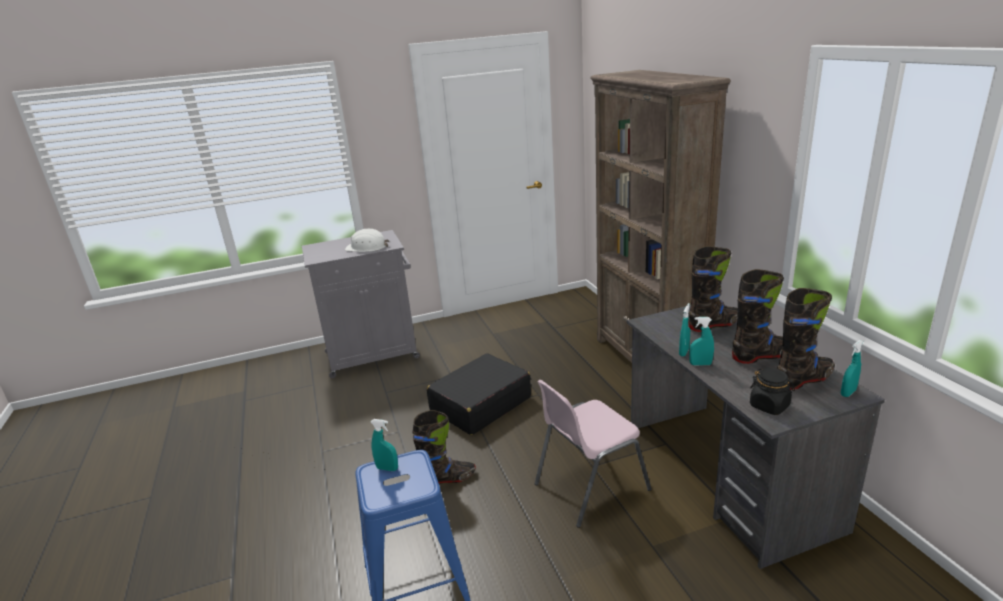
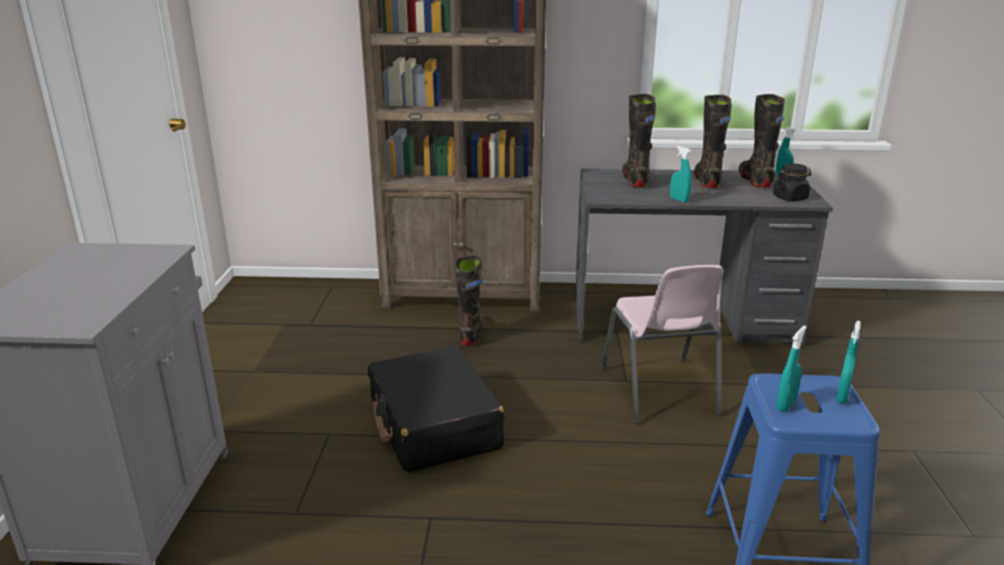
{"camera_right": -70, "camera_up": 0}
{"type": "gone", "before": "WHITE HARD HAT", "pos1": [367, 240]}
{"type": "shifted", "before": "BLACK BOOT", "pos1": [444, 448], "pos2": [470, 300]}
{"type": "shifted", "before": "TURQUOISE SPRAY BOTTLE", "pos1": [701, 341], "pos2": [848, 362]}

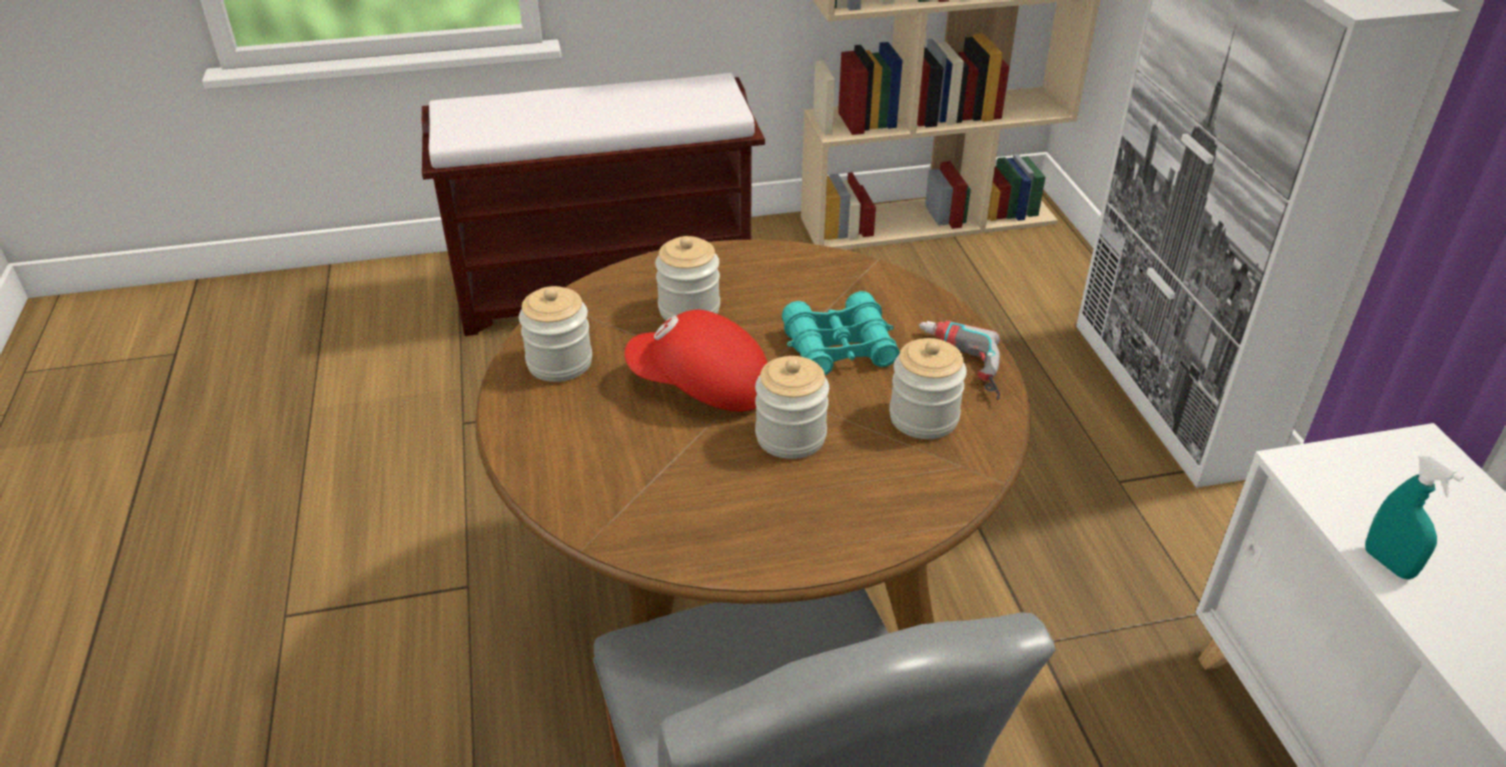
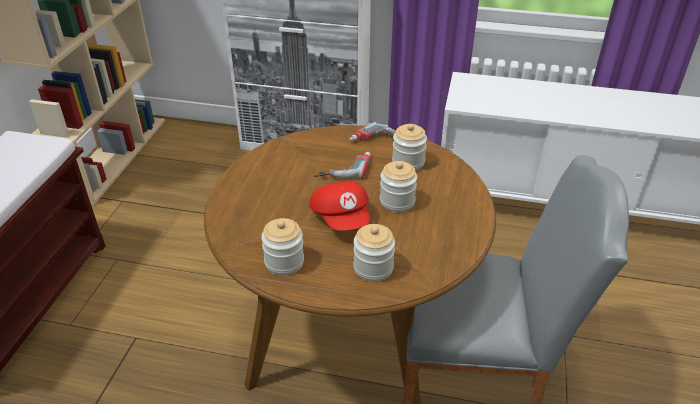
{"camera_right": -65, "camera_up": 0}
{"type": "gone", "before": "TURQUOISE SPRAY BOTTLE", "pos1": [1414, 517]}
{"type": "shifted", "before": "JAR", "pos1": [687, 278], "pos2": [374, 253]}
{"type": "swapped", "before": "TURQUOISE BINOCULARS", "after": "POWER DRILL", "pos1": [841, 333], "pos2": [342, 165]}
{"type": "rotated", "before": "RED CAP", "pos1": [696, 361], "pos2": [339, 206], "turn": -60}

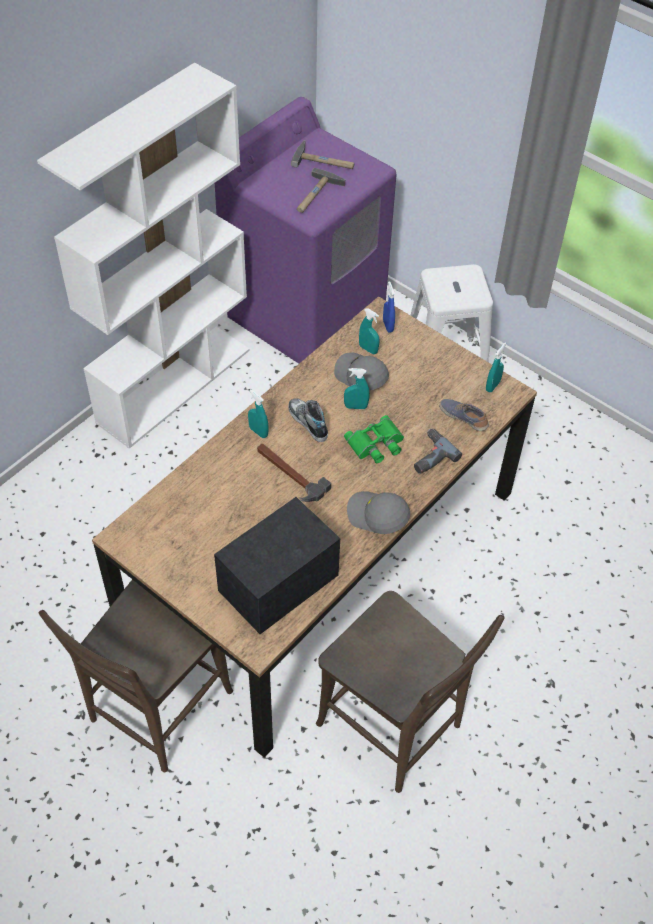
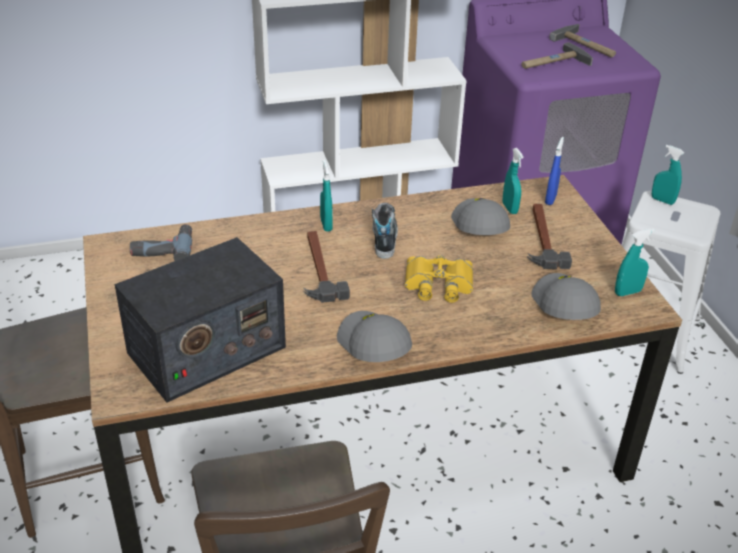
{"camera_right": 35, "camera_up": -15}
{"type": "new", "after": "HAMMER", "pos2": [549, 236]}
{"type": "shifted", "before": "TURQUOISE SPRAY BOTTLE", "pos1": [356, 388], "pos2": [668, 175]}
{"type": "shifted", "before": "POWER DRILL", "pos1": [438, 451], "pos2": [161, 242]}
{"type": "swapped", "before": "SHOE", "after": "GREY CAP", "pos1": [464, 415], "pos2": [566, 296]}
{"type": "repainted", "before": "GREEN BINOCULARS", "after": "YELLOW BINOCULARS", "pos1": [374, 439], "pos2": [439, 279]}
{"type": "rotated", "before": "RADIO", "pos1": [277, 565], "pos2": [200, 319], "turn": 150}

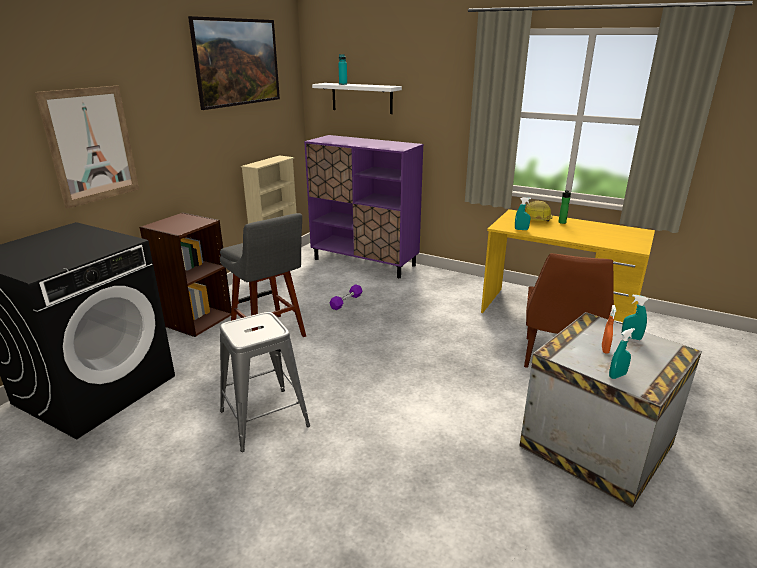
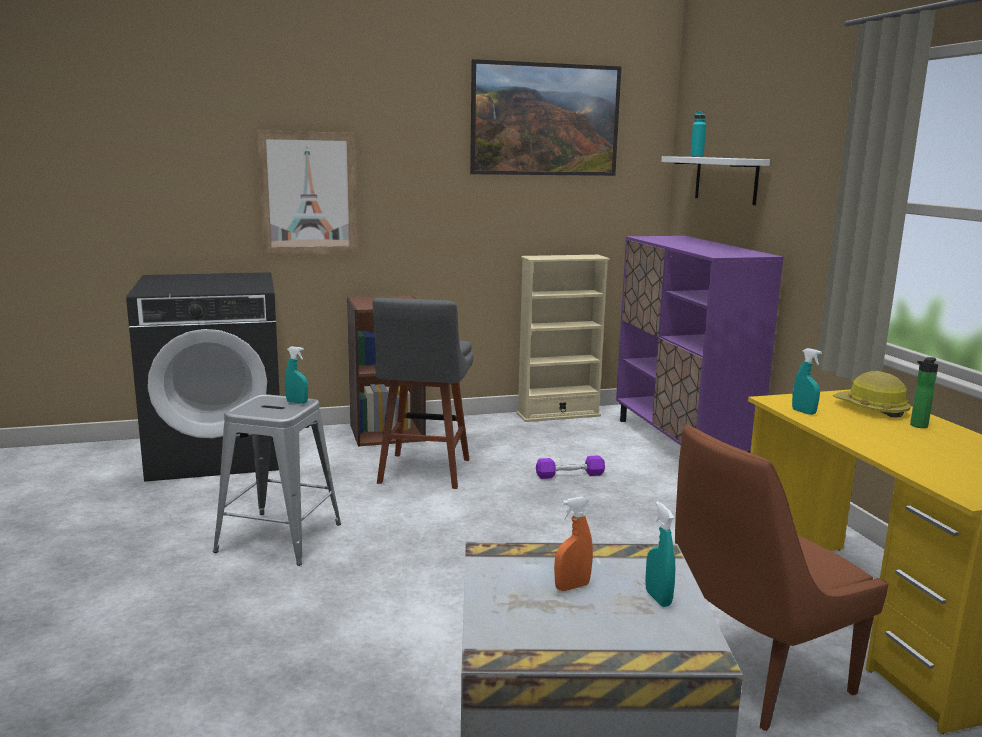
{"camera_right": 45, "camera_up": -10}
{"type": "shifted", "before": "TURQUOISE SPRAY BOTTLE", "pos1": [622, 353], "pos2": [296, 375]}

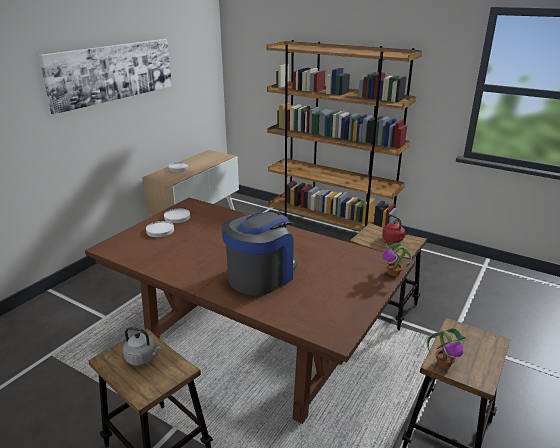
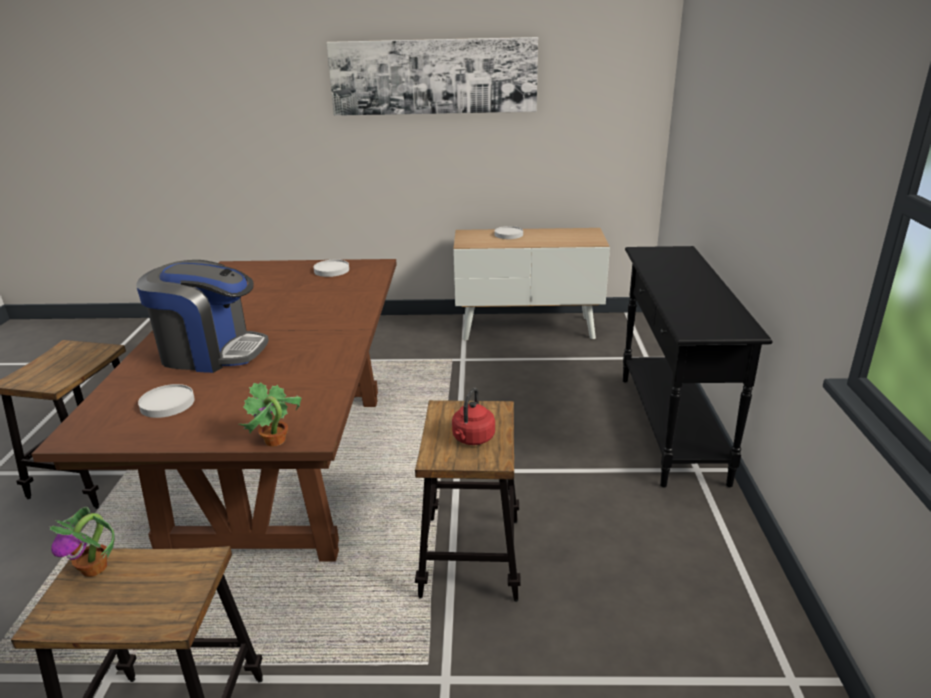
{"camera_right": 60, "camera_up": 0}
{"type": "gone", "before": "GREY KETTLE", "pos1": [142, 346]}
{"type": "shifted", "before": "WHITE PLATE", "pos1": [160, 229], "pos2": [166, 401]}
{"type": "swapped", "before": "BROWN BOOKCASE", "after": "BLACK CONSOLE TABLE", "pos1": [344, 135], "pos2": [698, 366]}

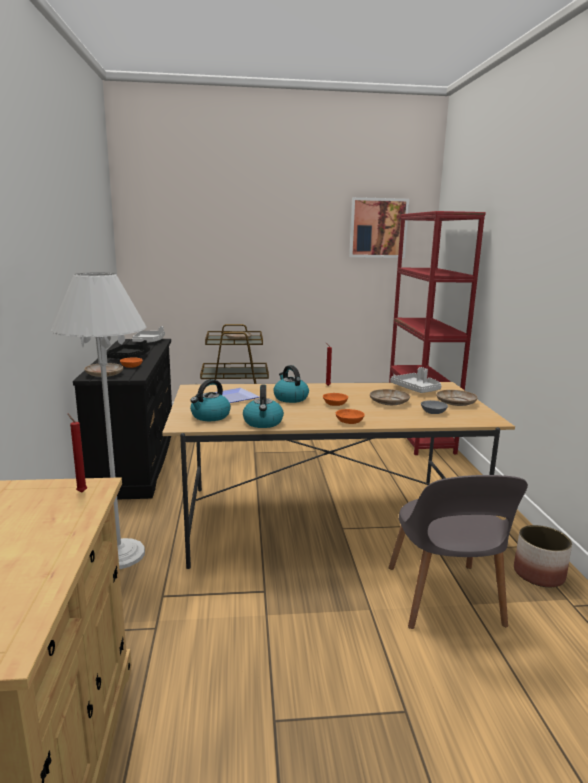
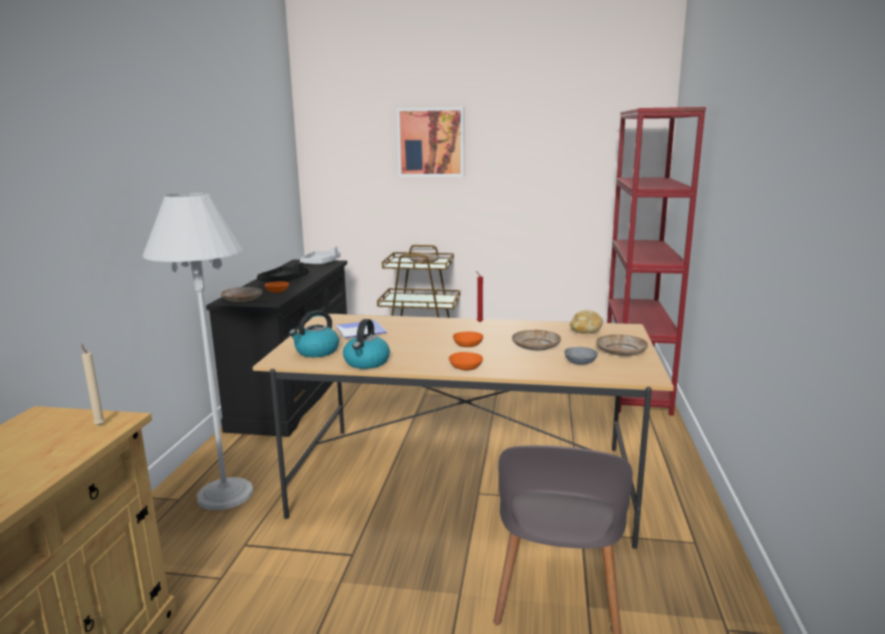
{"camera_right": 15, "camera_up": 0}
{"type": "gone", "before": "KETTLE", "pos1": [291, 384]}
{"type": "gone", "before": "PLANTER", "pos1": [543, 556]}
{"type": "shifted", "before": "PICTURE", "pos1": [379, 227], "pos2": [430, 142]}
{"type": "swapped", "before": "GREY TRAY", "after": "BREAD", "pos1": [415, 380], "pos2": [586, 321]}
{"type": "repainted", "before": "RED CANDLE", "after": "BEIGE CANDLE", "pos1": [77, 453], "pos2": [93, 385]}

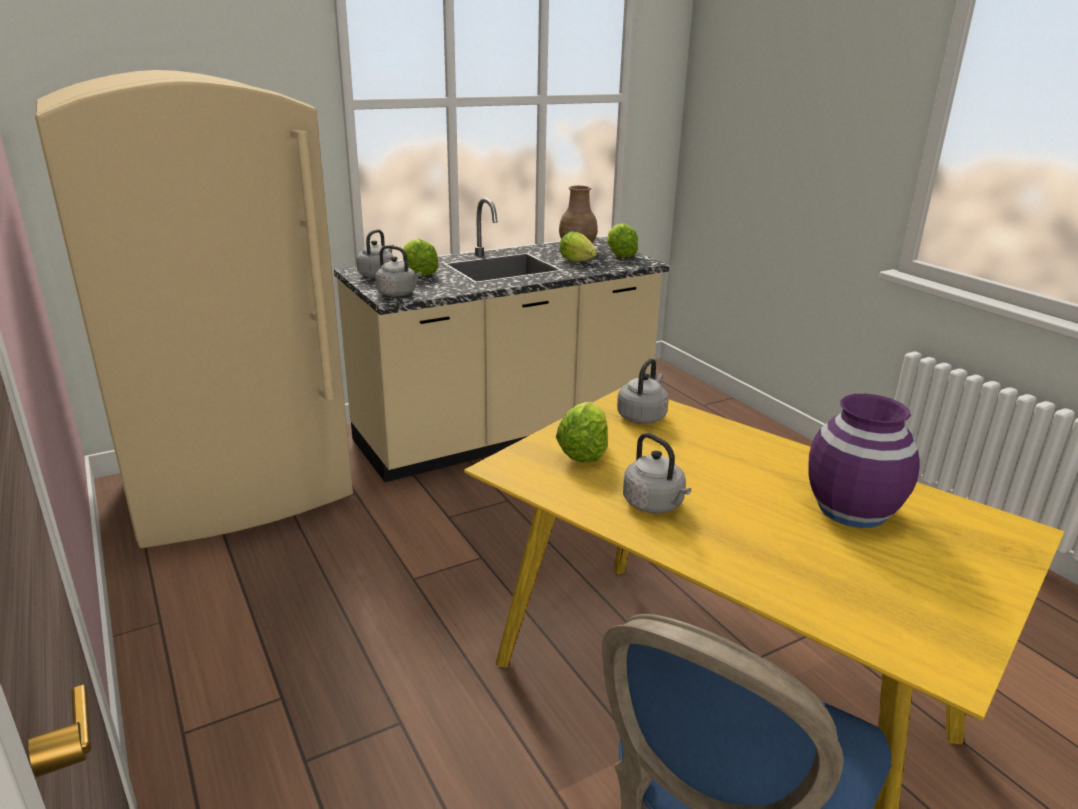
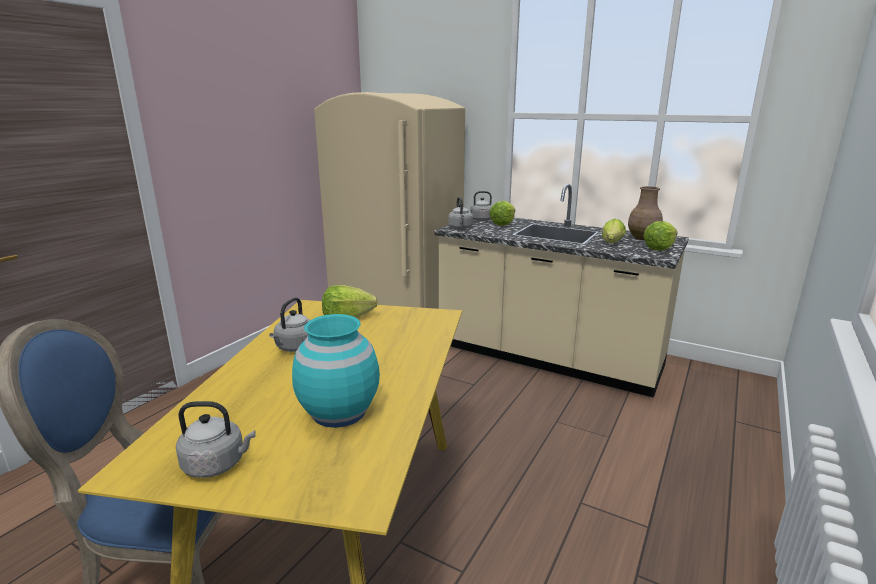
{"camera_right": 60, "camera_up": -5}
{"type": "shifted", "before": "GREY KETTLE", "pos1": [643, 391], "pos2": [215, 439]}
{"type": "repainted", "before": "PURPLE VASE", "after": "TURQUOISE VASE", "pos1": [864, 461], "pos2": [336, 371]}

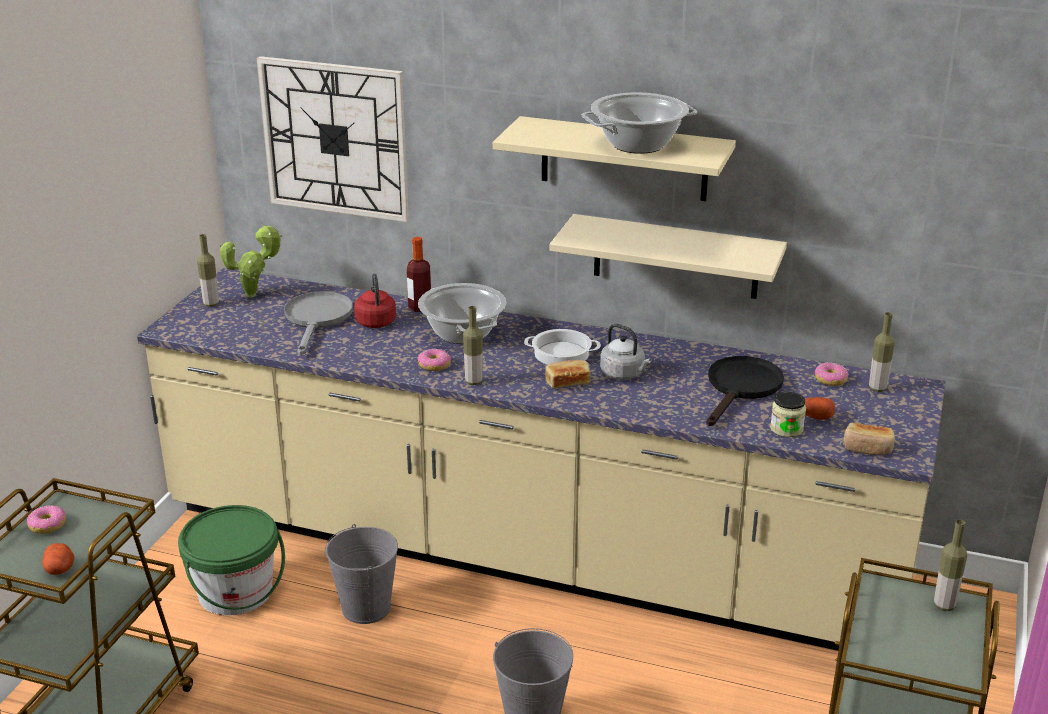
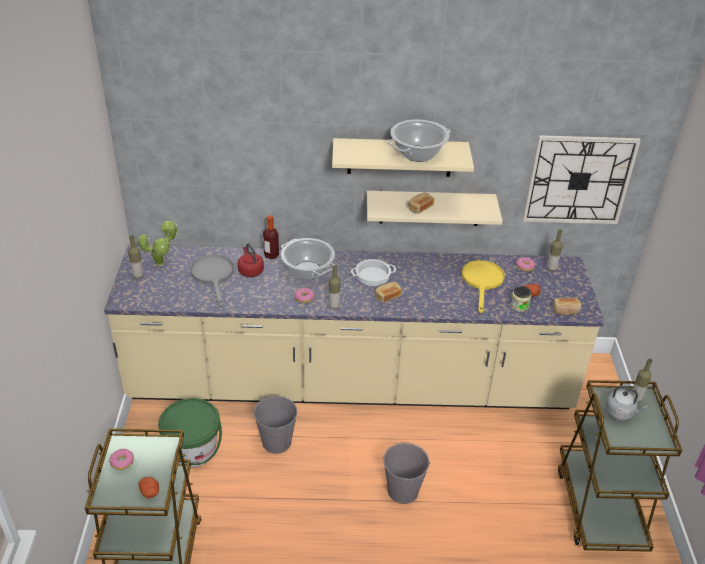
{"camera_right": -20, "camera_up": 10}
{"type": "new", "after": "BREAD", "pos2": [421, 203]}
{"type": "shifted", "before": "WALL CLOCK", "pos1": [333, 139], "pos2": [581, 179]}
{"type": "shifted", "before": "GREY KETTLE", "pos1": [625, 352], "pos2": [626, 403]}
{"type": "repainted", "before": "BLACK FRYING PAN", "after": "YELLOW FRYING PAN", "pos1": [745, 391], "pos2": [483, 286]}

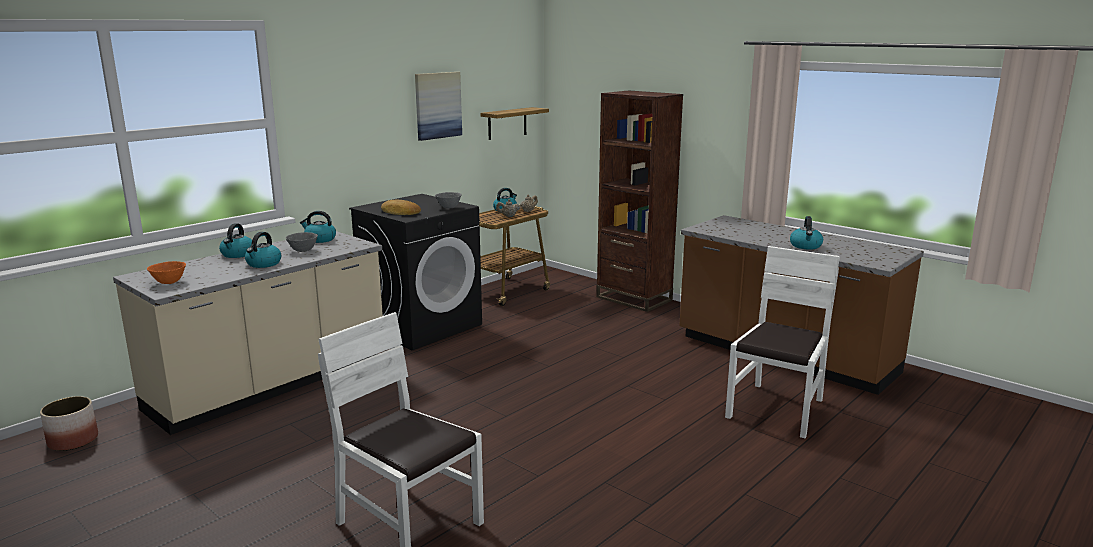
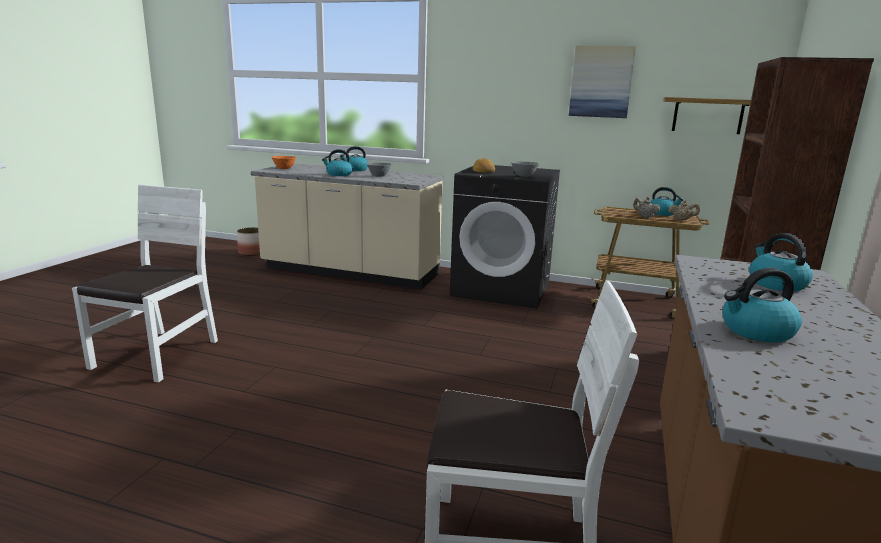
{"camera_right": 65, "camera_up": 0}
{"type": "shifted", "before": "KETTLE", "pos1": [318, 227], "pos2": [781, 262]}

